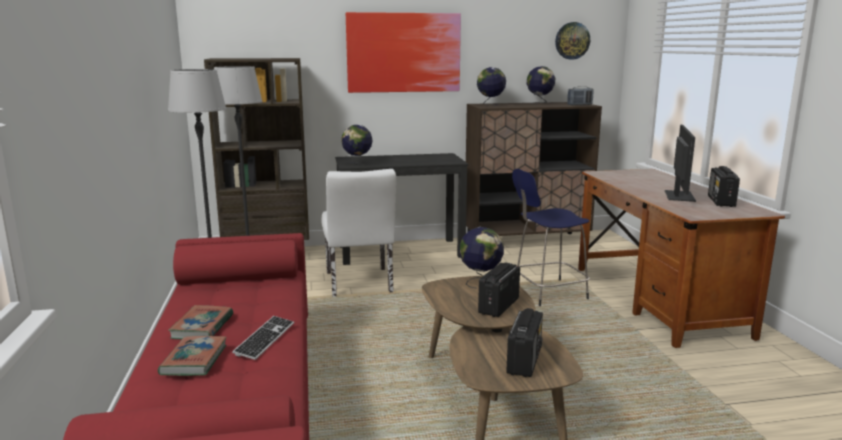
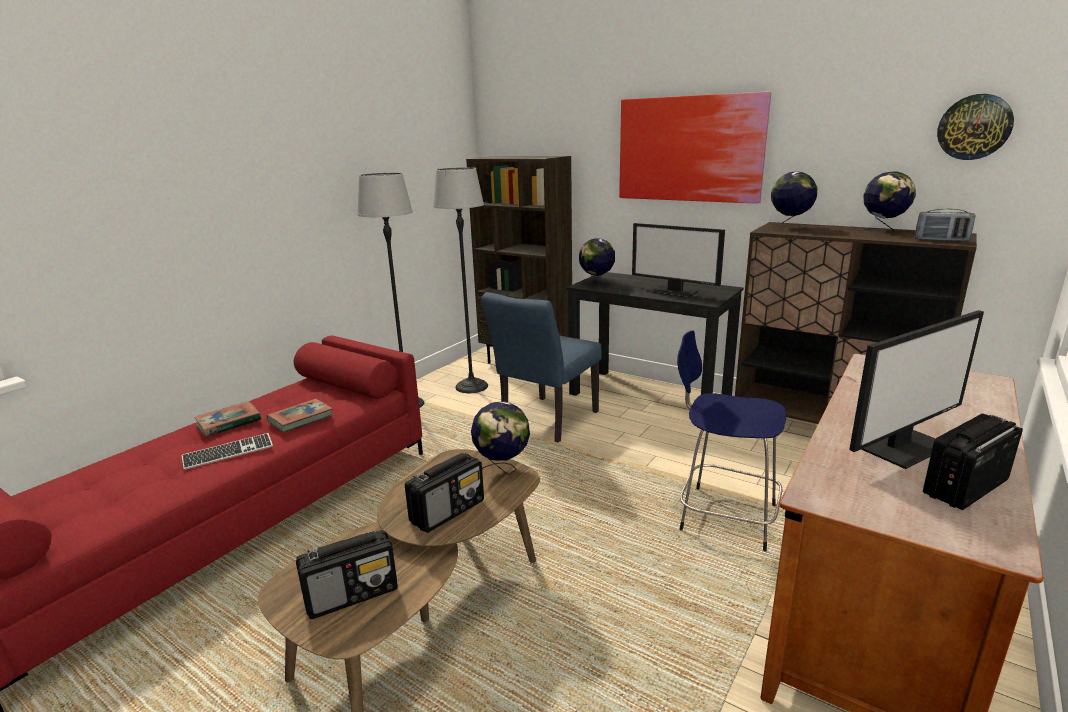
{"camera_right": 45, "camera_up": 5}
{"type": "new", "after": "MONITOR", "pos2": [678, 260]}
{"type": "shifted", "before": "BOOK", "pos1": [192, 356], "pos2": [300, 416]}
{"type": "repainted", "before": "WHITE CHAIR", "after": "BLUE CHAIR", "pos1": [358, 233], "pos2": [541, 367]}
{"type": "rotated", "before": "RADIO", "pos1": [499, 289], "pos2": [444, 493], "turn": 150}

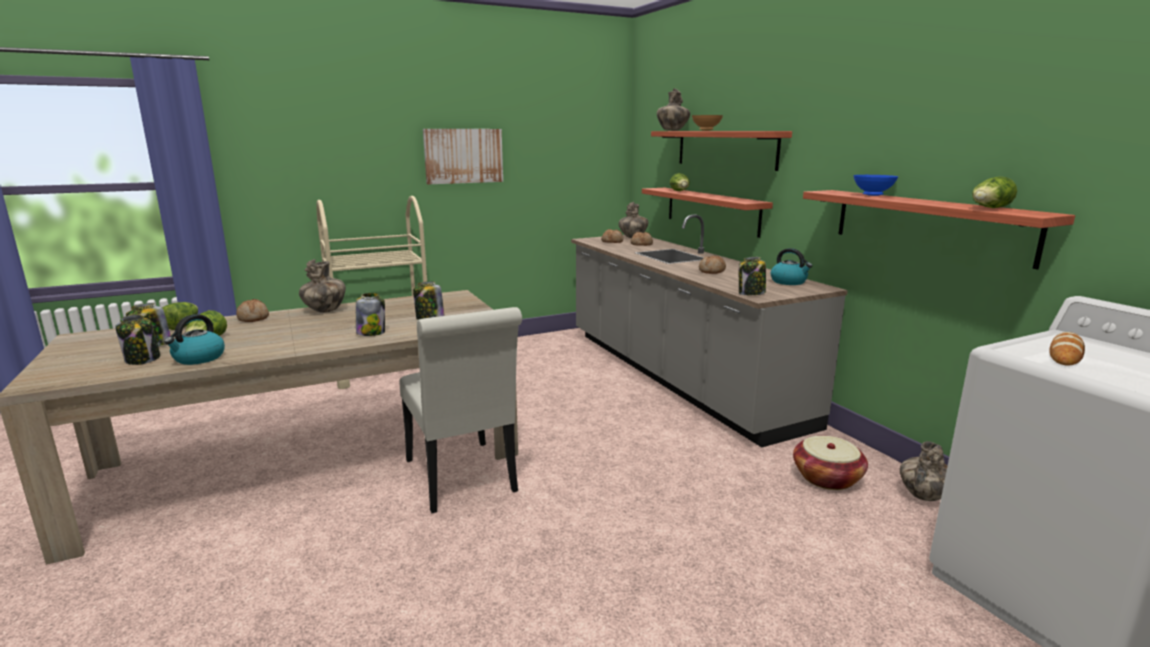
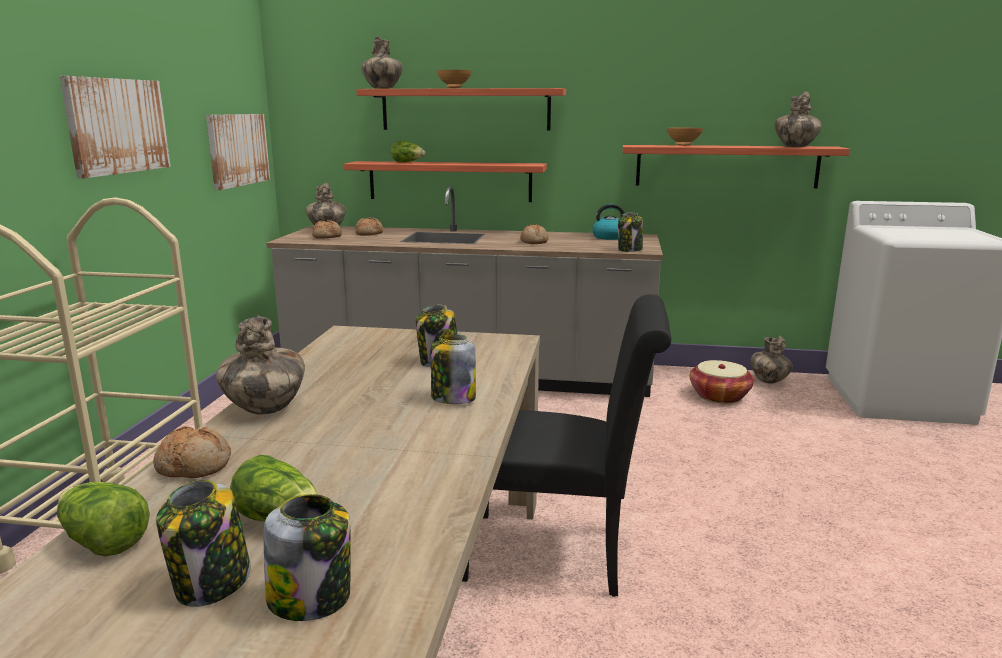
{"camera_right": -55, "camera_up": 0}
{"type": "gone", "before": "KETTLE", "pos1": [194, 339]}
{"type": "gone", "before": "BREAD", "pos1": [1067, 349]}
{"type": "new", "after": "PICTURE", "pos2": [238, 152]}
{"type": "swapped", "before": "LETTUCE", "after": "VASE", "pos1": [994, 192], "pos2": [798, 119]}
{"type": "repainted", "before": "WHITE CHAIR", "after": "BLACK CHAIR", "pos1": [461, 410], "pos2": [566, 445]}
{"type": "repainted", "before": "BLUE BOWL", "after": "BROWN BOWL", "pos1": [875, 185], "pos2": [685, 137]}

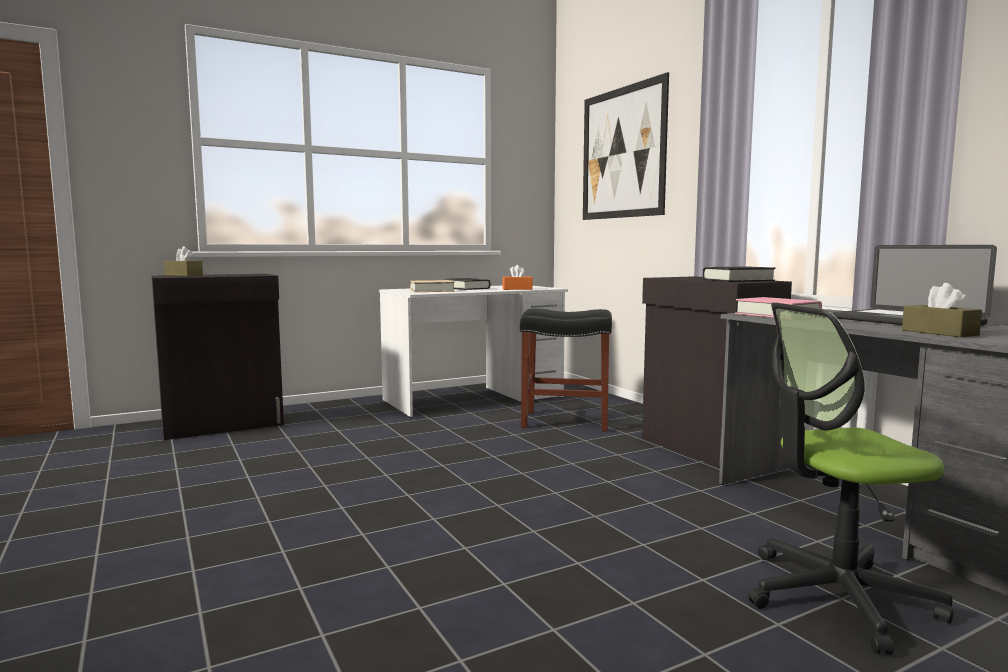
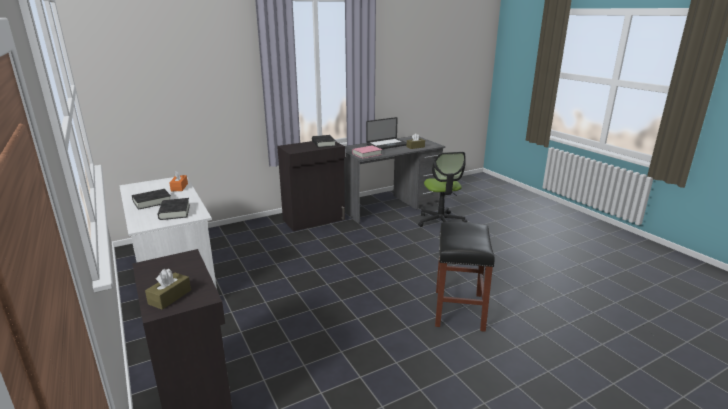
{"camera_right": -90, "camera_up": 15}
{"type": "gone", "before": "PICTURE", "pos1": [626, 146]}
{"type": "shifted", "before": "BLACK STOOL", "pos1": [566, 370], "pos2": [465, 277]}
{"type": "repainted", "before": "BEIGE BOOK", "after": "BLACK BOOK", "pos1": [432, 286], "pos2": [174, 209]}

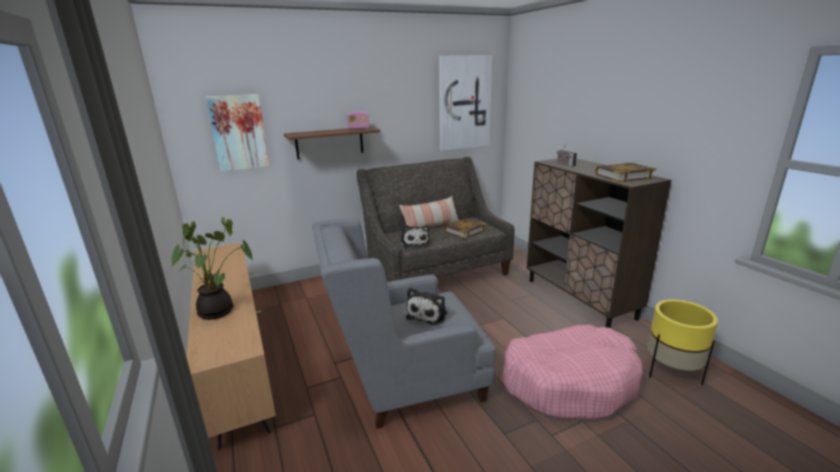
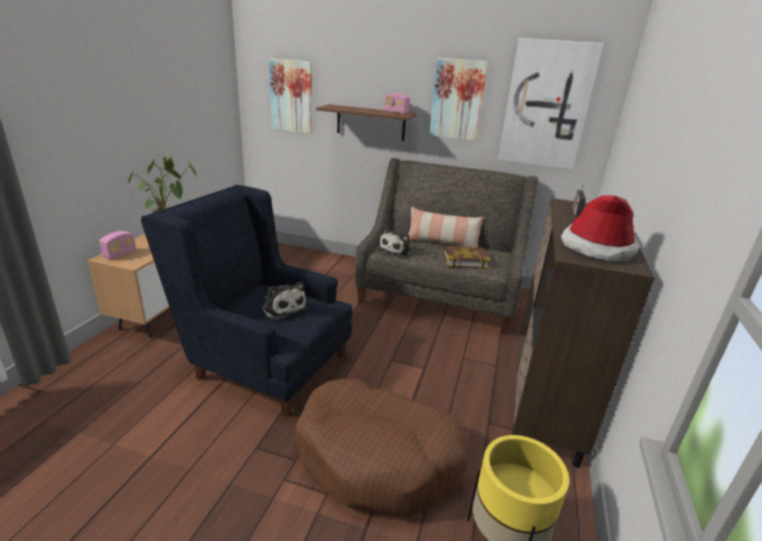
{"camera_right": 40, "camera_up": 5}
{"type": "new", "after": "RADIO", "pos2": [117, 245]}
{"type": "new", "after": "PICTURE", "pos2": [458, 99]}
{"type": "swapped", "before": "BOOK", "after": "HAT", "pos1": [625, 172], "pos2": [600, 228]}
{"type": "repainted", "before": "GREY ARMCHAIR", "after": "BLUE ARMCHAIR", "pos1": [404, 323], "pos2": [246, 301]}
{"type": "repainted", "before": "PINK DOG BED", "after": "BROWN DOG BED", "pos1": [572, 373], "pos2": [382, 447]}
{"type": "rotated", "before": "PLUSH TOY", "pos1": [426, 306], "pos2": [284, 300], "turn": -105}

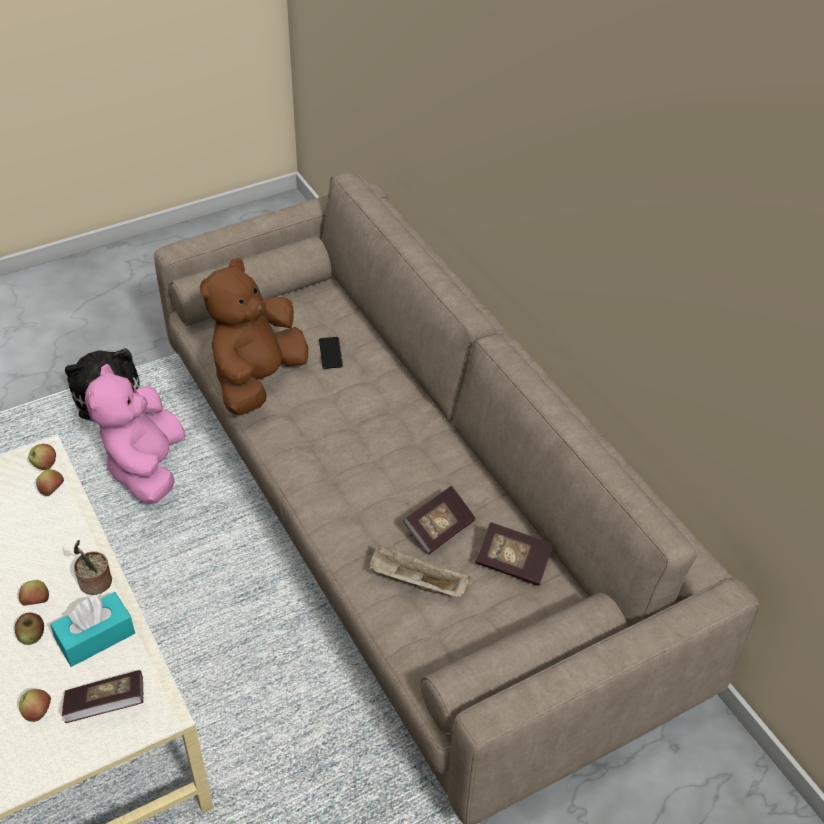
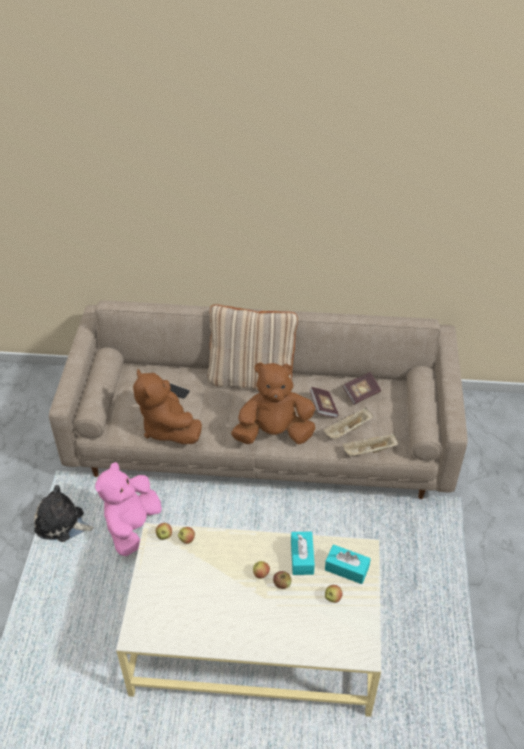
{"camera_right": -55, "camera_up": 0}
{"type": "gone", "before": "POTTED PLANT", "pos1": [92, 567]}
{"type": "new", "after": "BEIGE PILLOW", "pos2": [253, 347]}
{"type": "new", "after": "BROWN PLUSH TOY", "pos2": [273, 403]}
{"type": "new", "after": "BEIGE TRAY", "pos2": [370, 445]}
{"type": "swapped", "before": "BOOK", "after": "TURQUOISE TISSUE BOX", "pos1": [102, 696], "pos2": [348, 564]}
{"type": "rotated", "before": "PINK PLUSH TOY", "pos1": [135, 434], "pos2": [128, 509], "turn": 75}

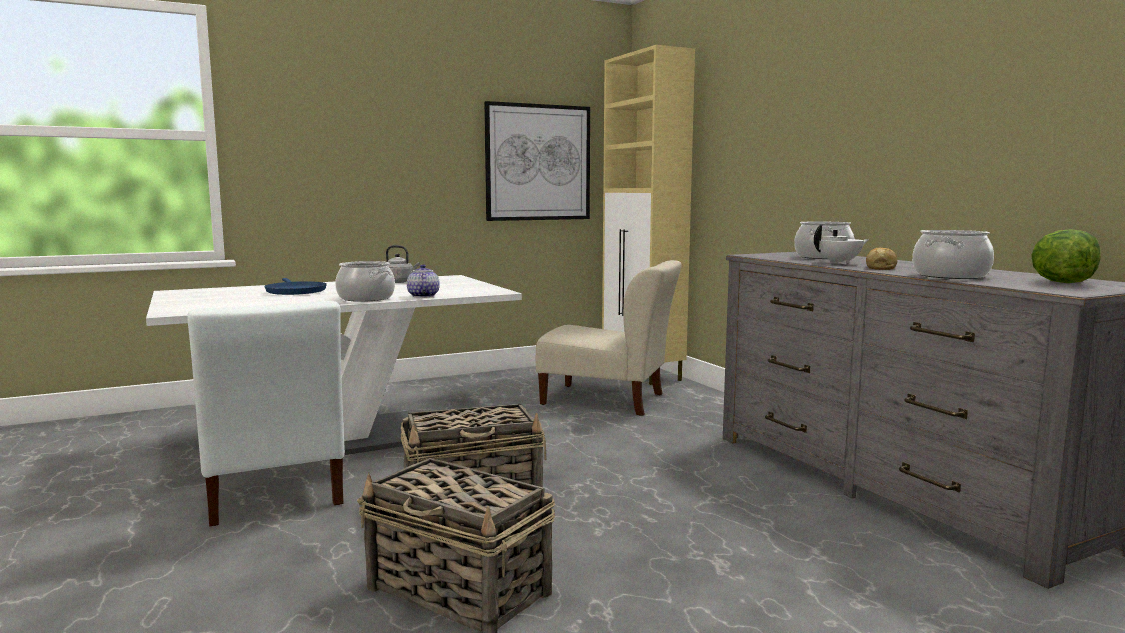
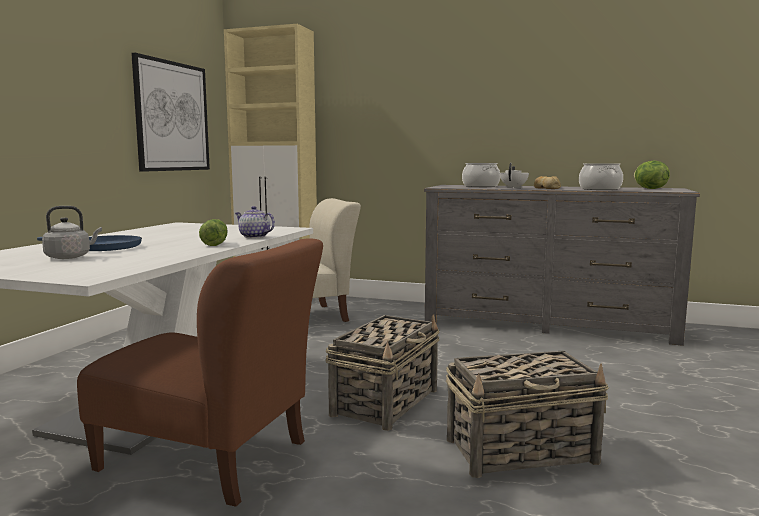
{"camera_right": -45, "camera_up": 0}
{"type": "shifted", "before": "GREY KETTLE", "pos1": [403, 264], "pos2": [72, 232]}
{"type": "swapped", "before": "COOKING POT", "after": "LETTUCE", "pos1": [365, 281], "pos2": [213, 232]}
{"type": "repainted", "before": "WHITE CHAIR", "after": "BROWN CHAIR", "pos1": [266, 413], "pos2": [200, 372]}

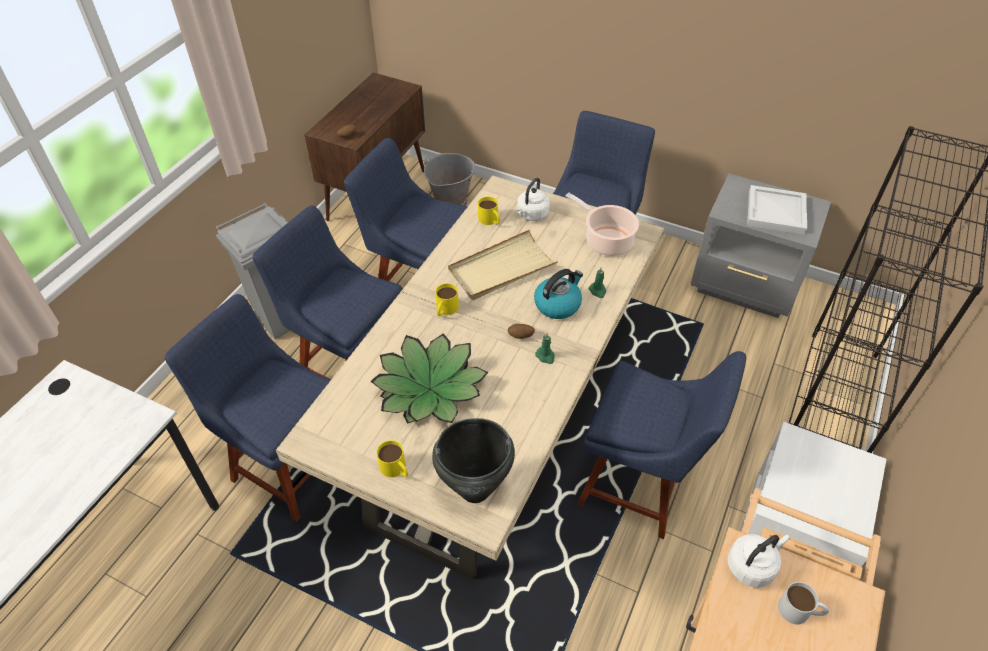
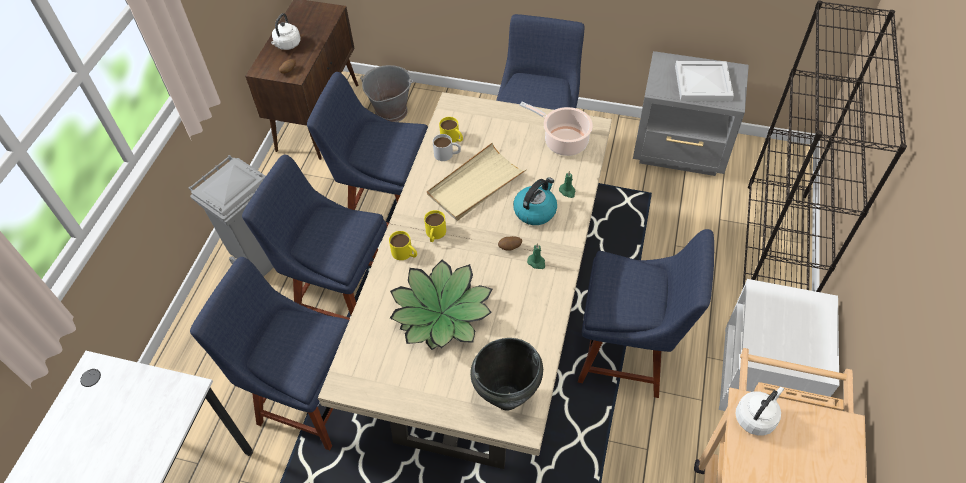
{"camera_right": -10, "camera_up": 5}
{"type": "shifted", "before": "YELLOW MUG", "pos1": [392, 458], "pos2": [403, 245]}
{"type": "shifted", "before": "WHITE KETTLE", "pos1": [533, 199], "pos2": [286, 31]}
{"type": "shifted", "before": "WHITE MUG", "pos1": [803, 603], "pos2": [447, 147]}

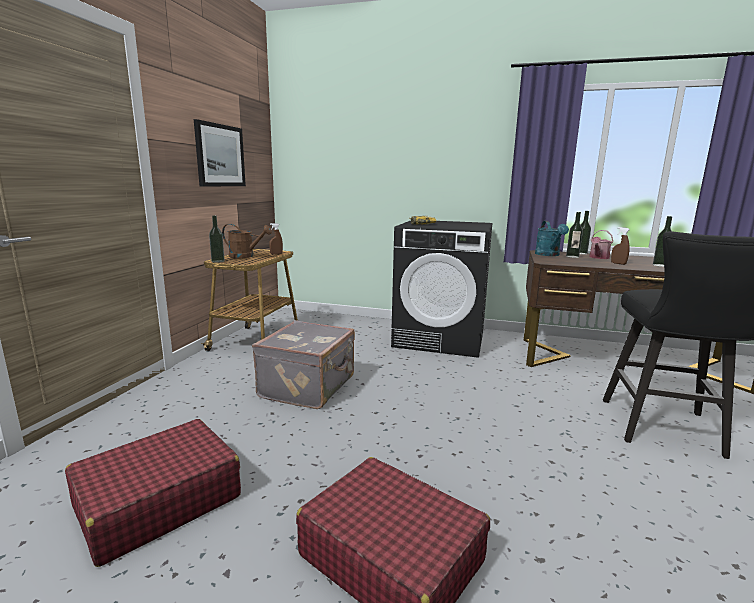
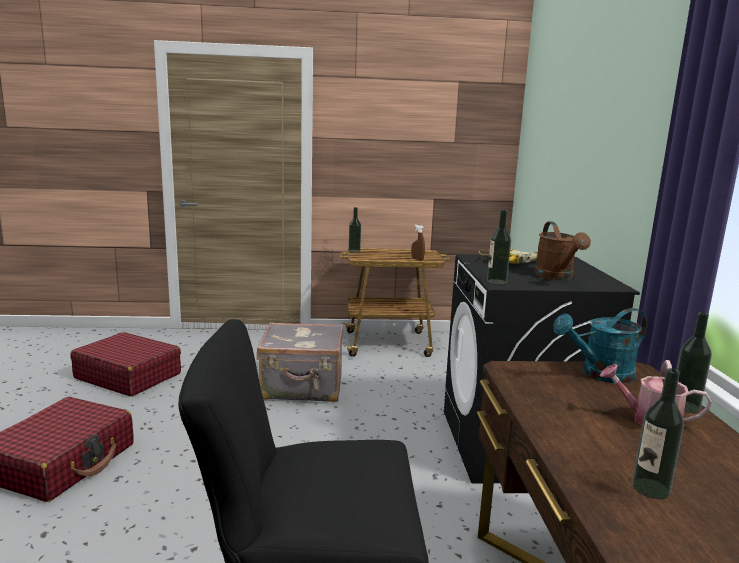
{"camera_right": 70, "camera_up": 0}
{"type": "gone", "before": "PICTURE", "pos1": [220, 153]}
{"type": "gone", "before": "BROWN SPRAY BOTTLE", "pos1": [620, 246]}
{"type": "shifted", "before": "BROWN WATERING CAN", "pos1": [247, 241], "pos2": [563, 251]}
{"type": "shifted", "before": "BOTTLE", "pos1": [574, 235], "pos2": [499, 247]}

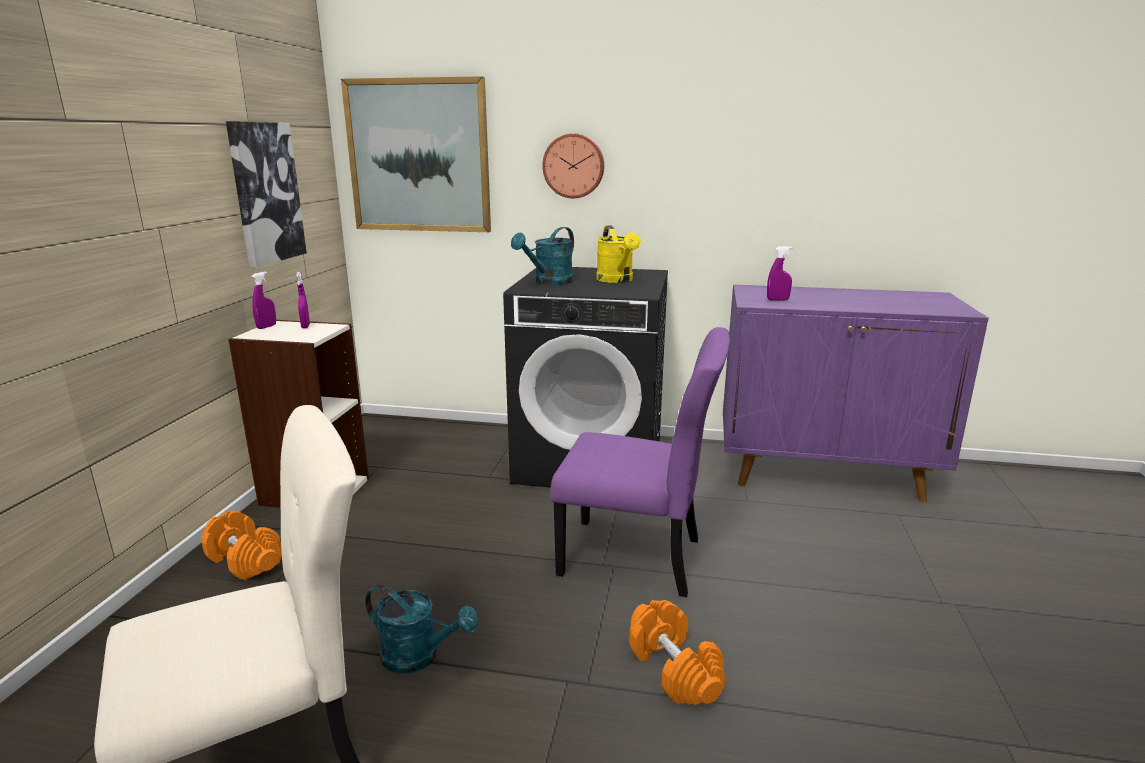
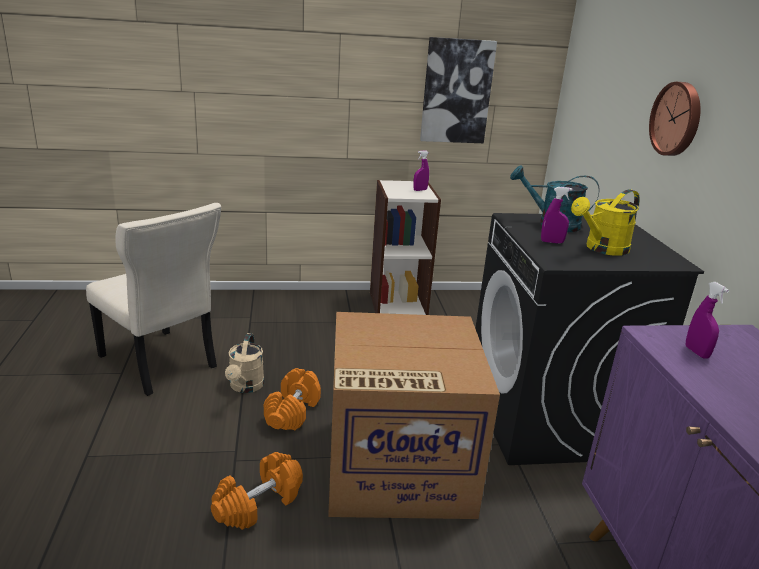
{"camera_right": 70, "camera_up": 5}
{"type": "gone", "before": "PICTURE", "pos1": [416, 154]}
{"type": "shifted", "before": "ORANGE DUMBBELL", "pos1": [241, 545], "pos2": [292, 399]}
{"type": "shifted", "before": "PURPLE SPRAY BOTTLE", "pos1": [264, 300], "pos2": [557, 215]}
{"type": "swapped", "before": "PURPLE CHAIR", "after": "CARDBOARD BOX", "pos1": [640, 462], "pos2": [414, 415]}
{"type": "repainted", "before": "TURQUOISE WATERING CAN", "after": "BEIGE WATERING CAN", "pos1": [421, 629], "pos2": [245, 363]}

